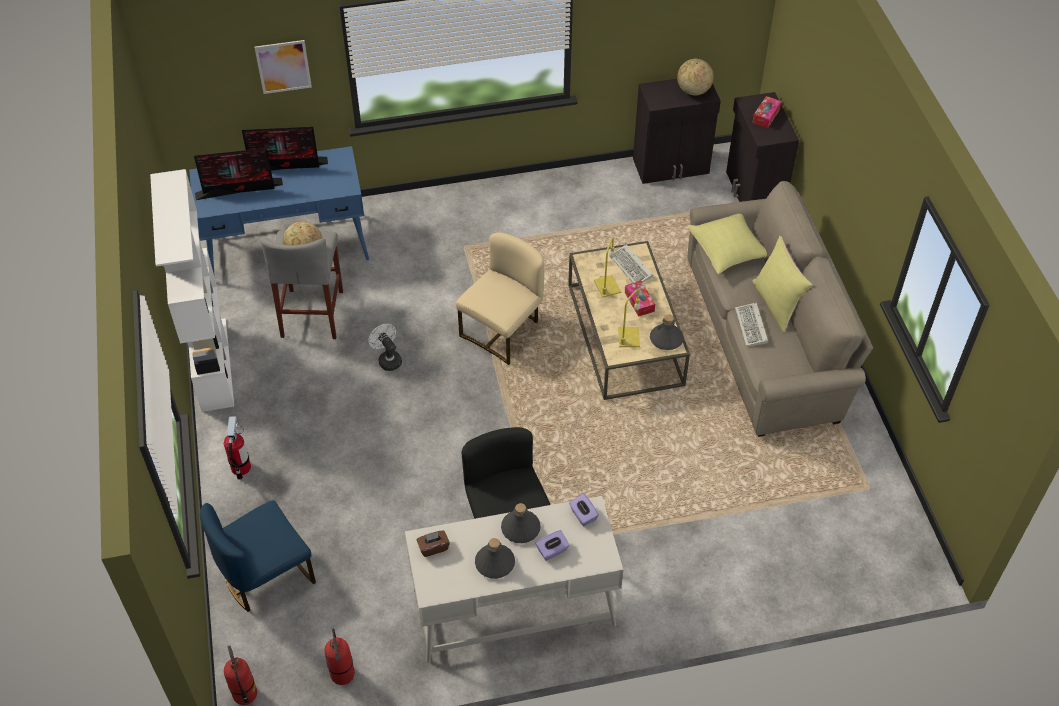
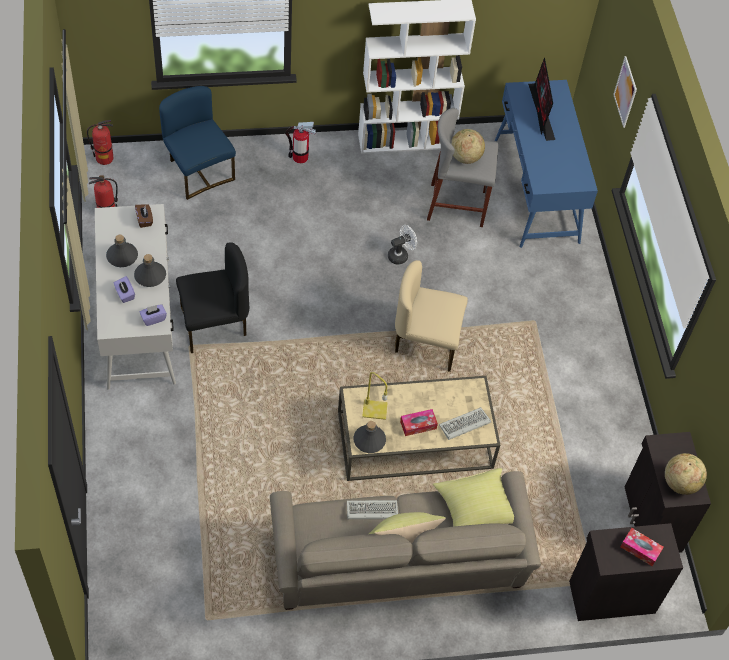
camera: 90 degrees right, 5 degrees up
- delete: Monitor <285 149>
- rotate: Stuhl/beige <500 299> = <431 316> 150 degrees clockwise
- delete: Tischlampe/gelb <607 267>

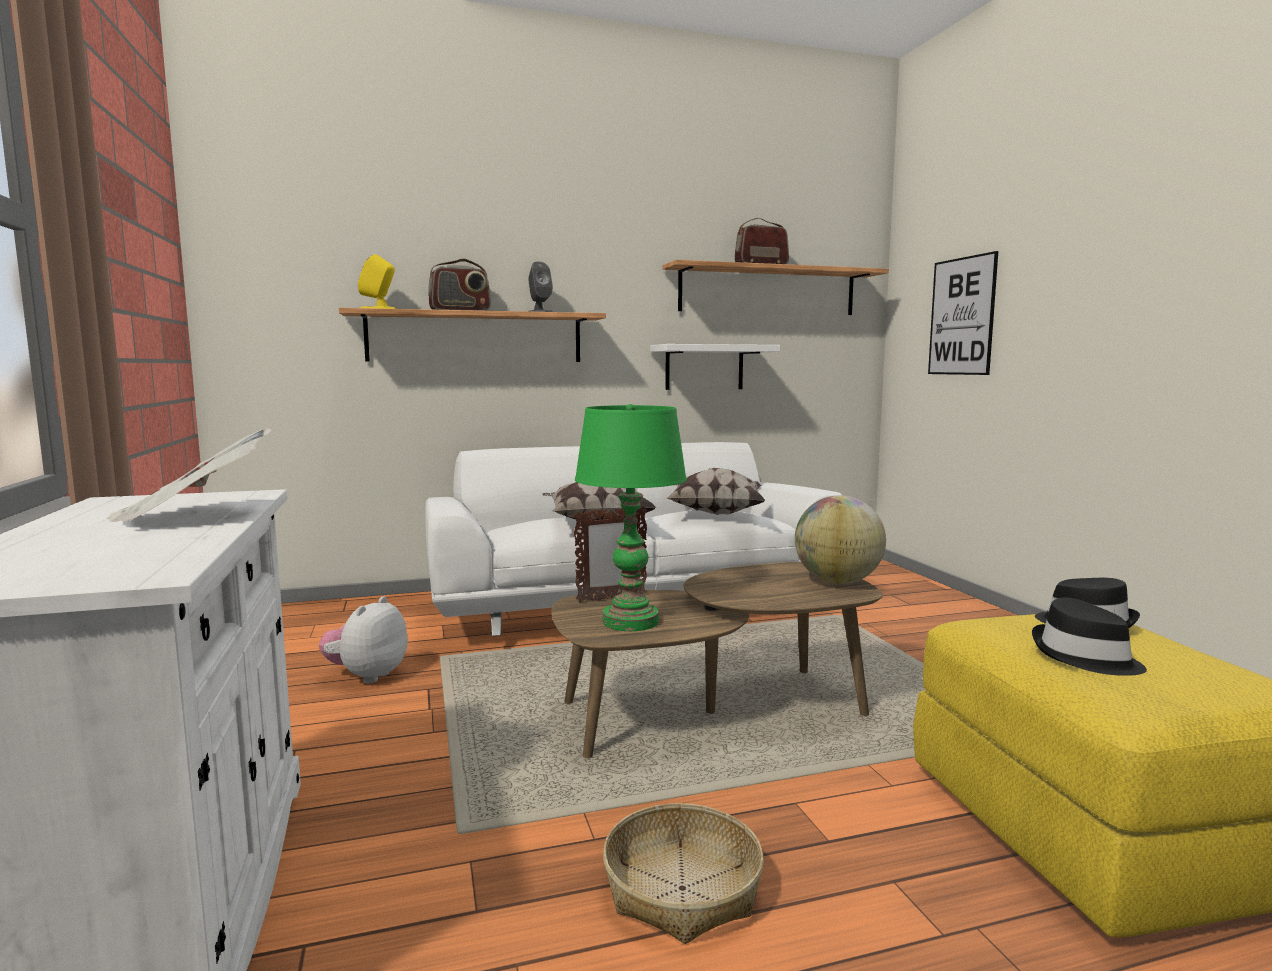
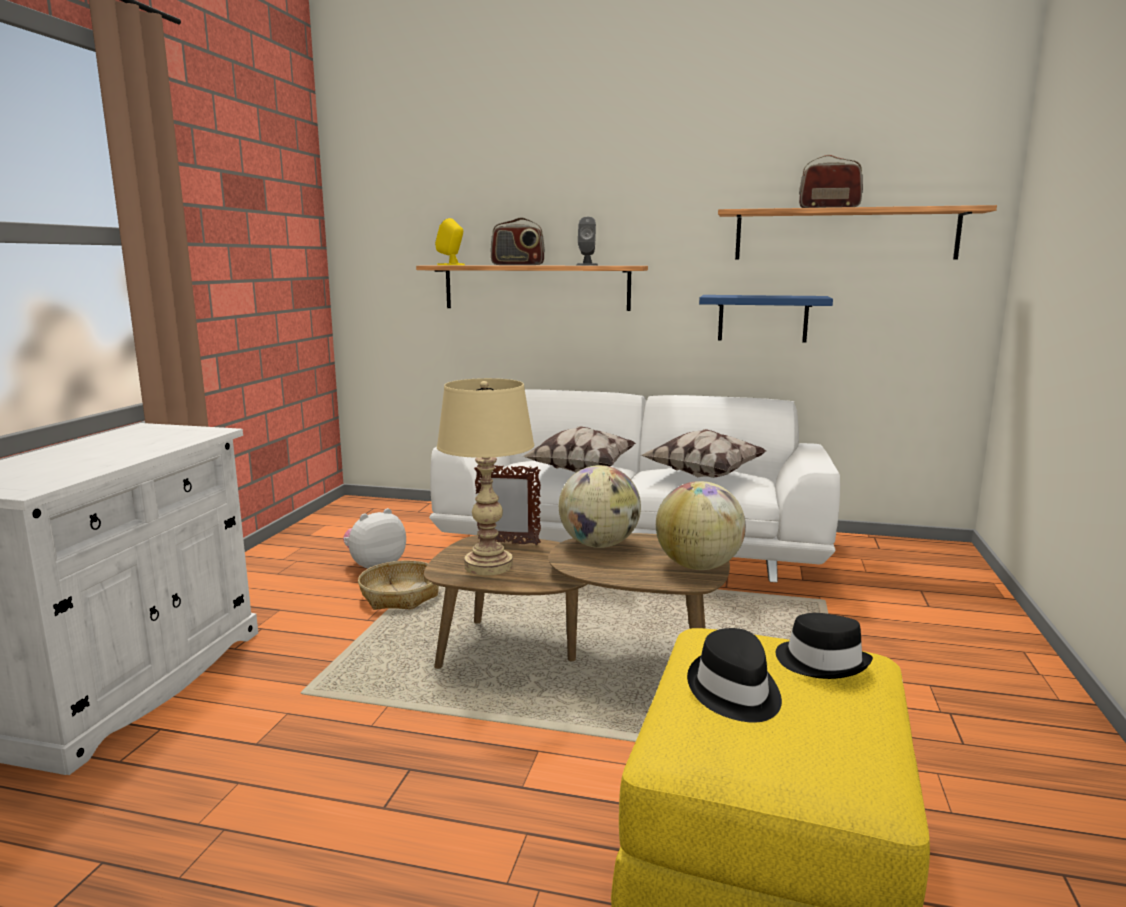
camera: 30 degrees right, 5 degrees up
- delete: Bild <963 313>
- recolor: Wandregal/weiß <715 367> to Wandregal/blau <766 319>
- recolor: Tischlampe/grün <631 517> to Tischlampe/beige <485 477>
- delete: Zeitung <189 475>
- move: Korb <683 873> to <398 585>
- insert: Globus <600 506>

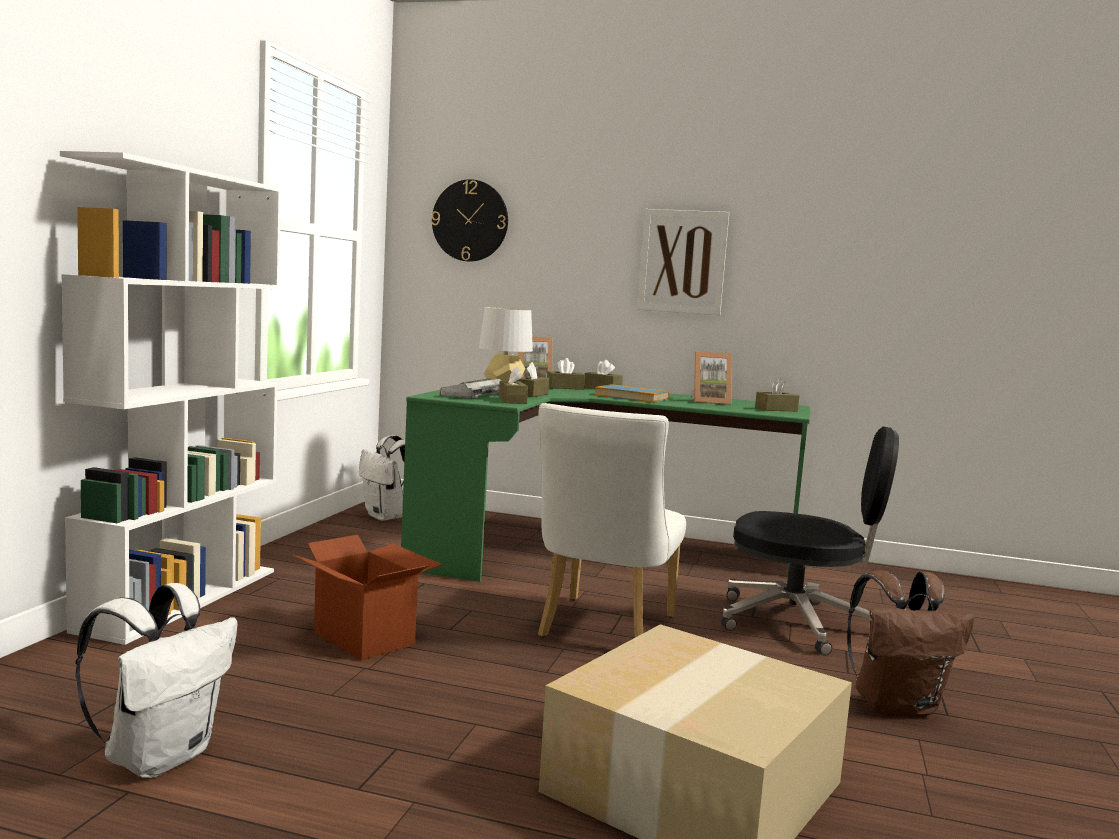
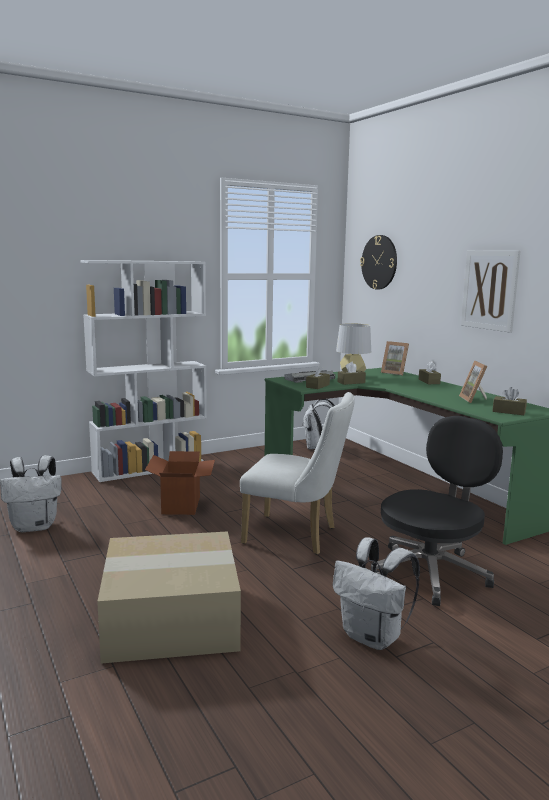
camera: 45 degrees right, 5 degrees up
- rotate: Bilderrahmen <711 378> = <473 381> 45 degrees clockwise
- delete: Taschentuchbox/braun <566 374>
- delete: Buch <631 393>
- rotate: Stuhl/weiß <612 520> = <297 473> 135 degrees counterclockwise
- rotate: Bürostuhl/schwarz <810 541> = <437 511> 105 degrees counterclockwise
- recolor: Rucksack/braun <910 643> to Rucksack/weiß <376 593>

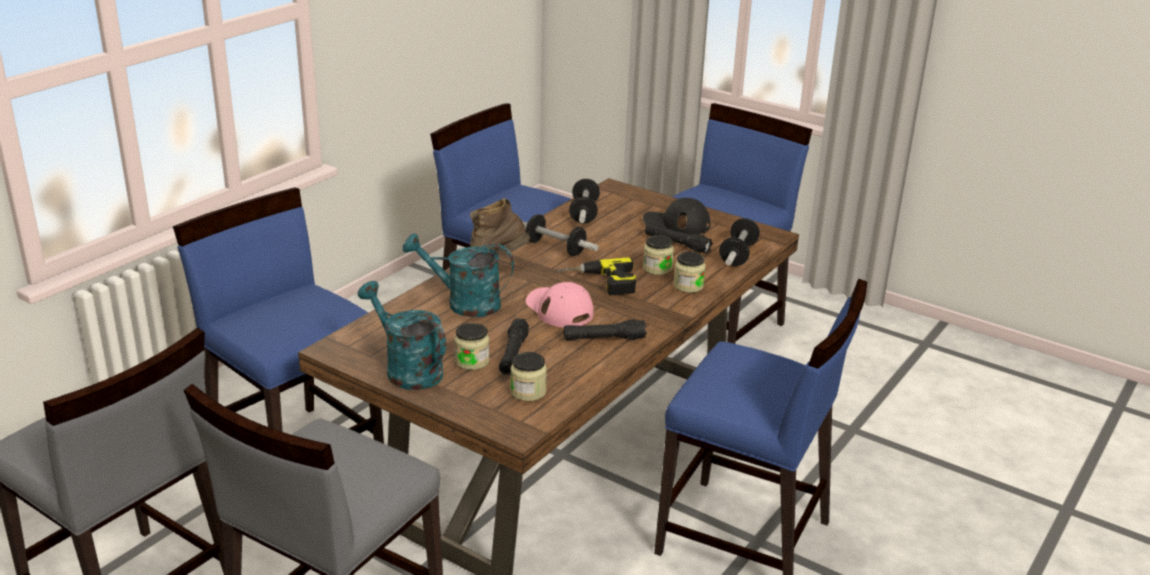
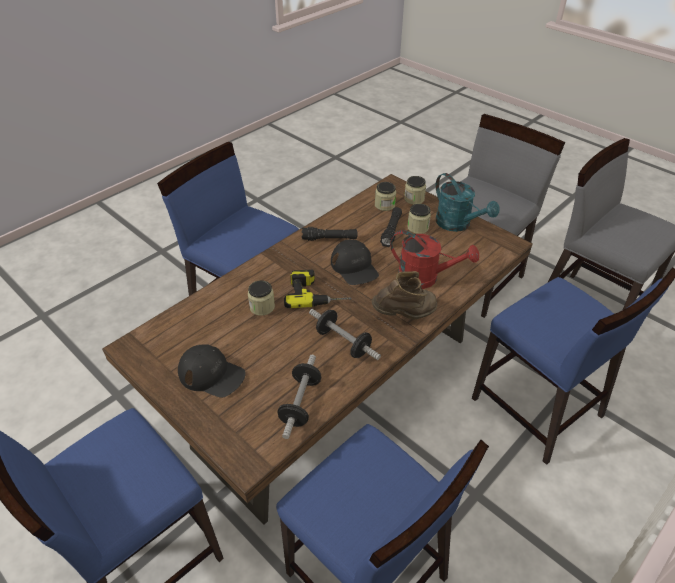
camera: 170 degrees left, 15 degrees up
- delete: Hantel <739 242>
- delete: Taschenlampe/schwarz <679 238>
- recolor: Gießkanne/türkis <458 275> to Gießkanne/rot <434 259>
- move: Vorratsglas <690 272> to <415 190>
- recolor: Kappe/rosa <560 305> to Kappe/schwarz <355 262>

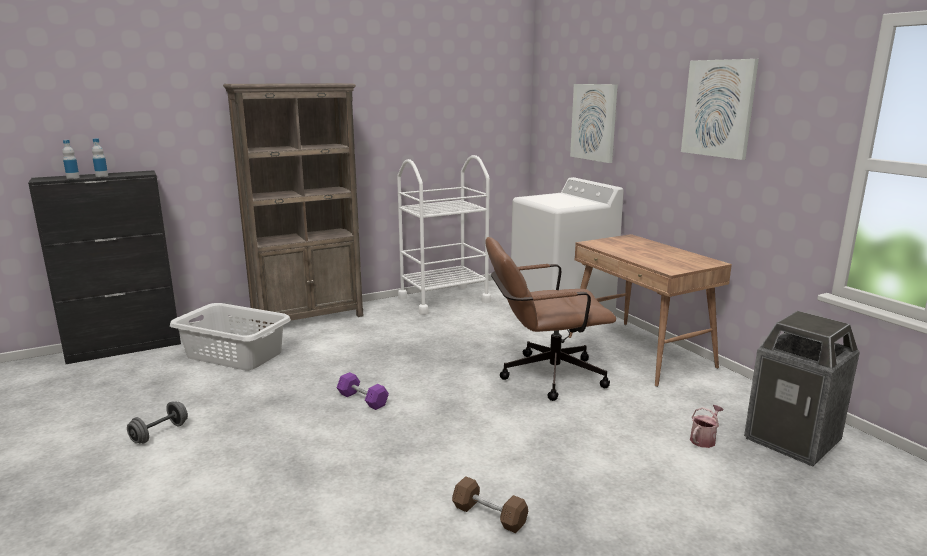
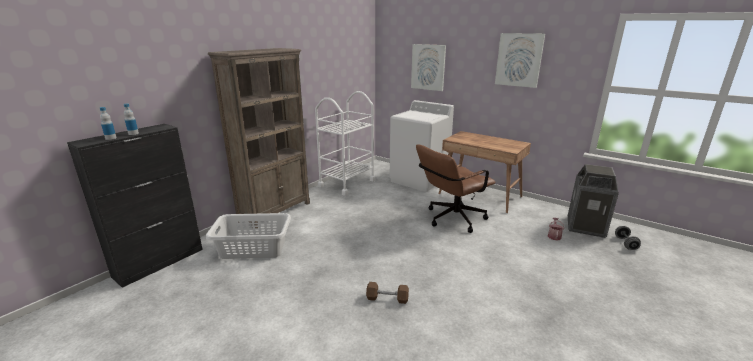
camera: 25 degrees left, 5 degrees up
- delete: Hantel/lila <363 391>
- move: Hantel/grau <157 422> to <628 238>
- move: Hantel/braun <490 504> to <387 293>

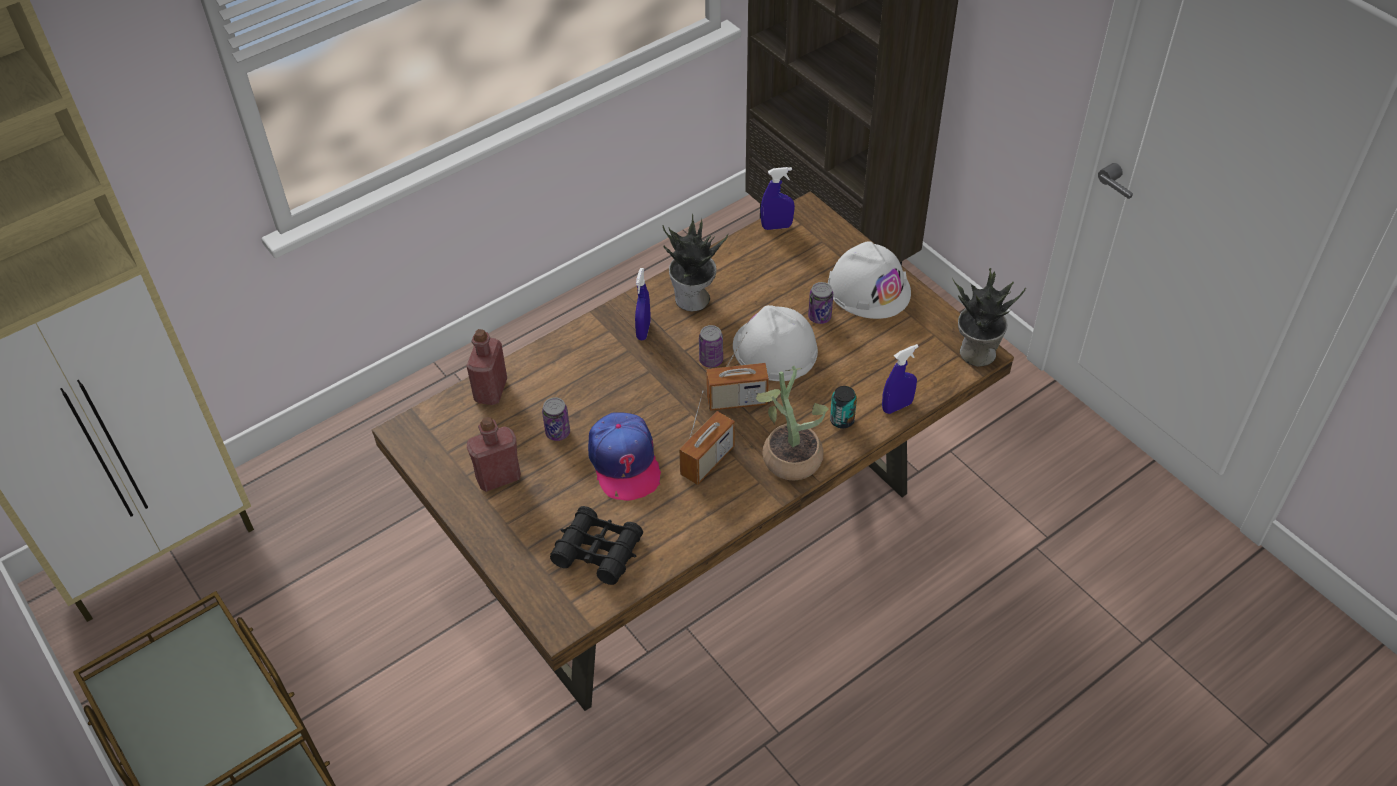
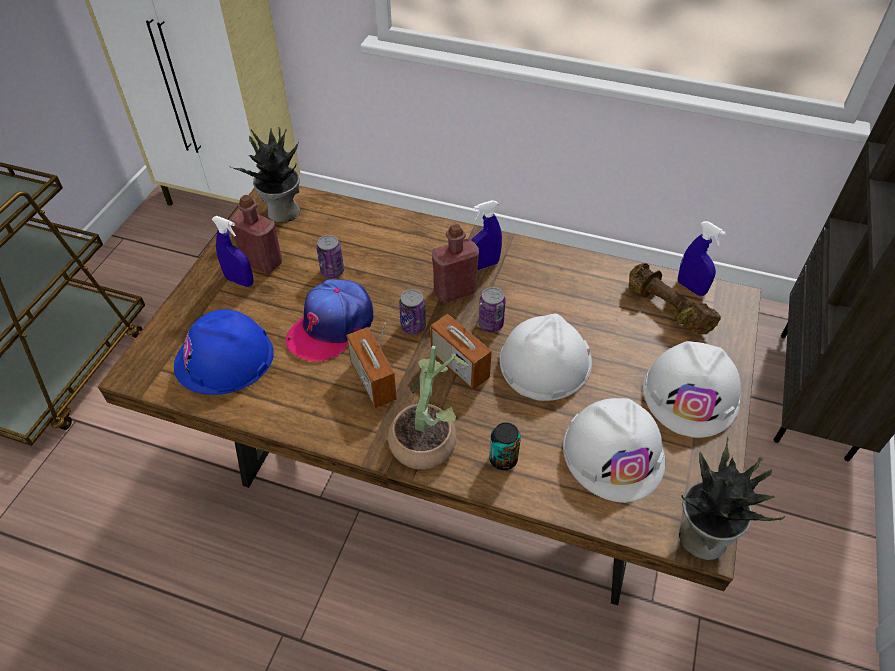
camera: 55 degrees right, 0 degrees up
- move: Topfpflanze <695 263> to <265 174>
- move: Dose <820 303> to <412 311>
- move: Flasche/rot <487 367> to <455 263>
- move: Sprühflasche/blau <900 379> to <232 251>
- rotate: Radio <707 438> = <372 365> 60 degrees clockwise
- replace: Fernglas/schwarz <596 545> to Schutzhelm/blau <223 352>
- insert: Hantel/braun <675 298>
- insert: Schutzhelm/weiß <614 450>

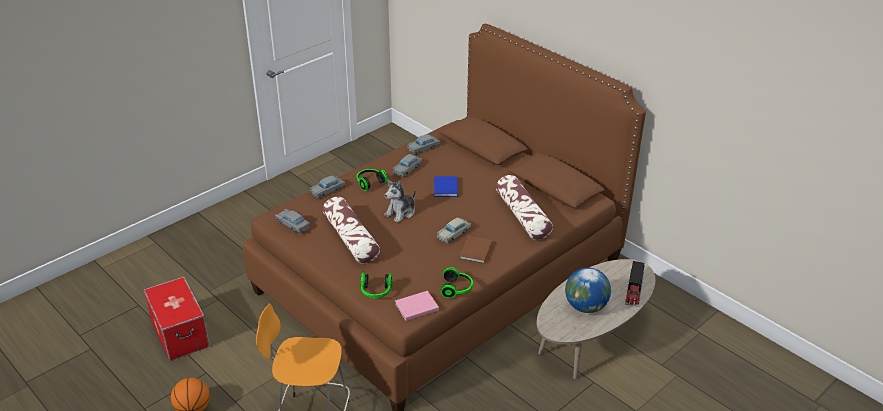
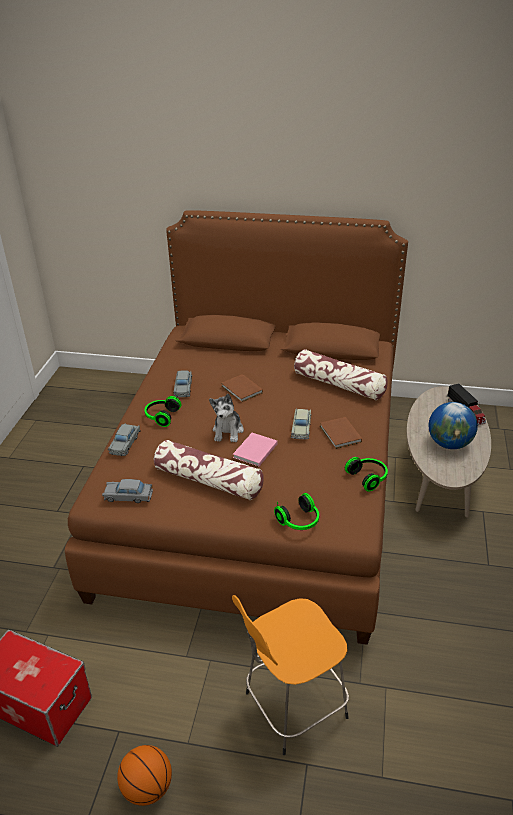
camera: 35 degrees left, 0 degrees up
- delete: Spielzeugauto/grau <423 144>
- recolor: Buch/blau <446 186> to Buch/braun <242 388>
- move: Buch/rosa <417 306> to <255 450>

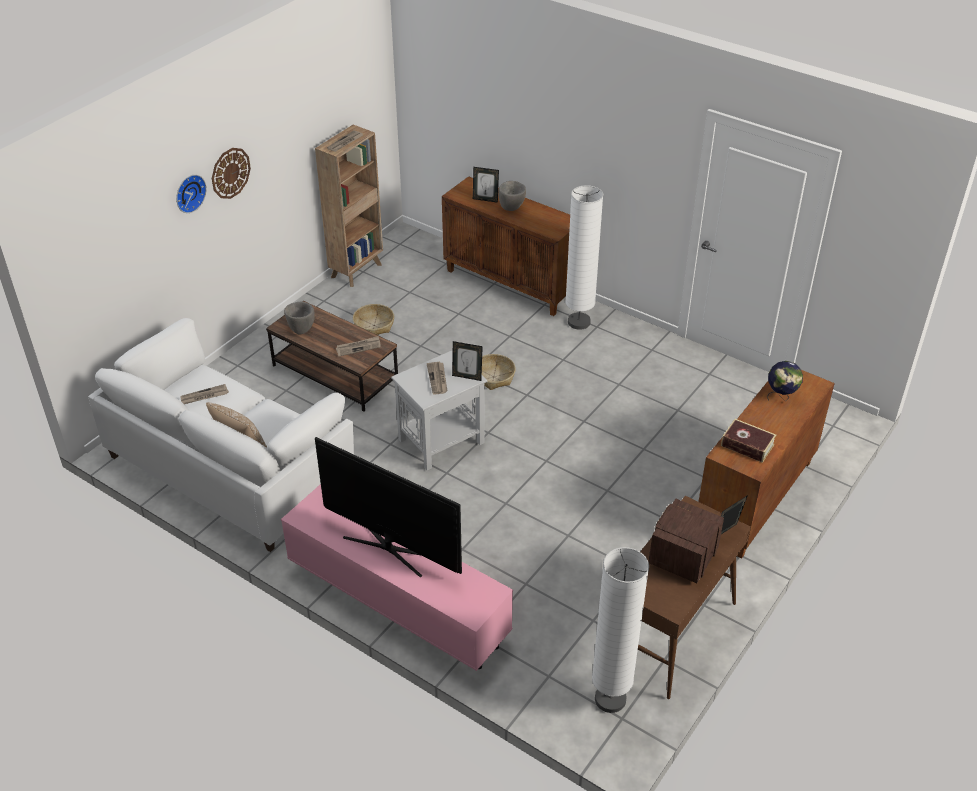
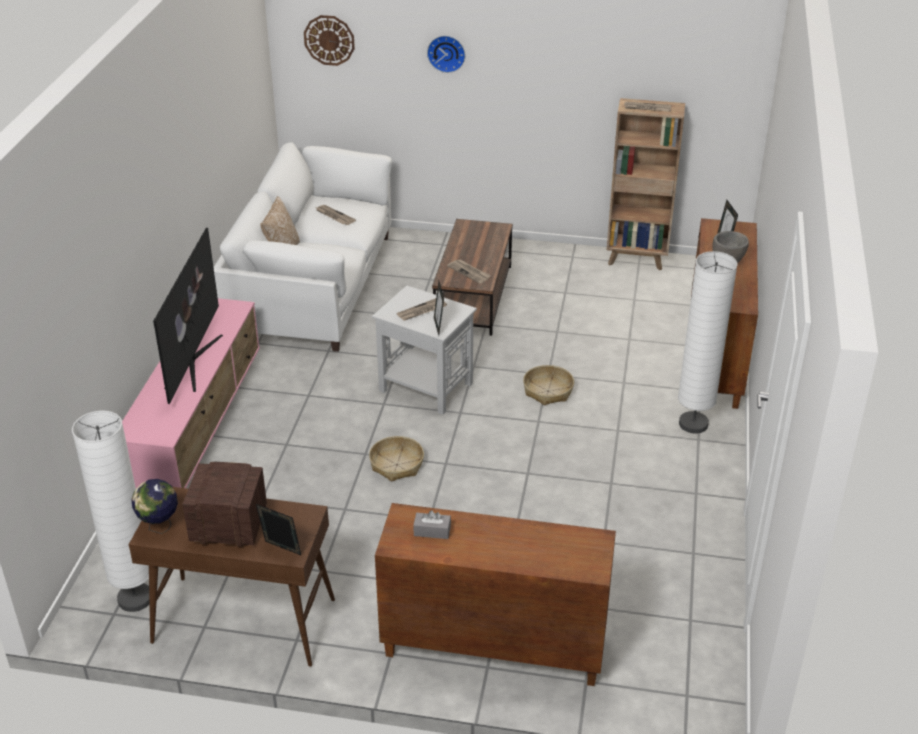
camera: 65 degrees right, 5 degrees down
- move: Wanduhr <231 173> to <329 40>
- delete: Schüssel/grau <299 318>
- move: Korb <373 319> to <396 459>
- move: Globus <785 381> to <154 506>
- replace: Buch <748 441> to Taschentuchbox/grau <432 524>

